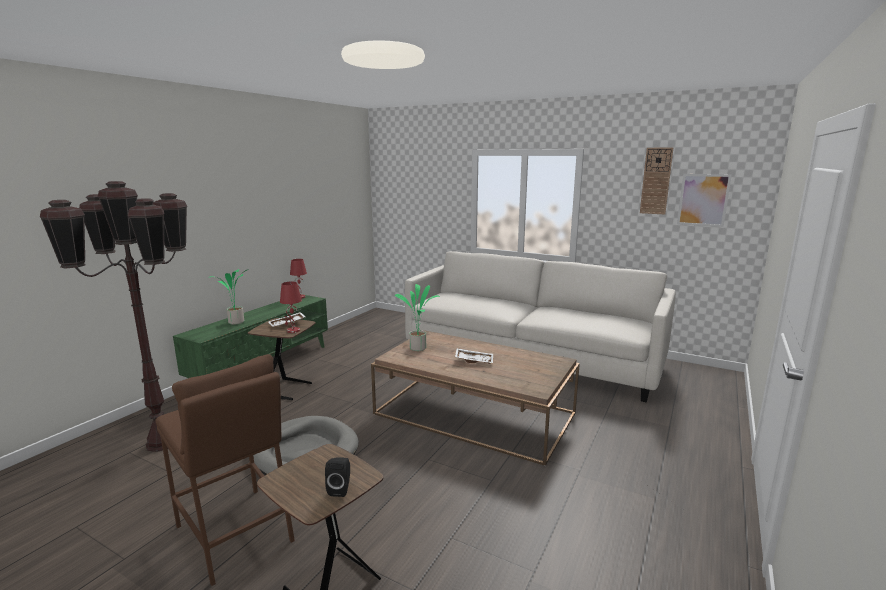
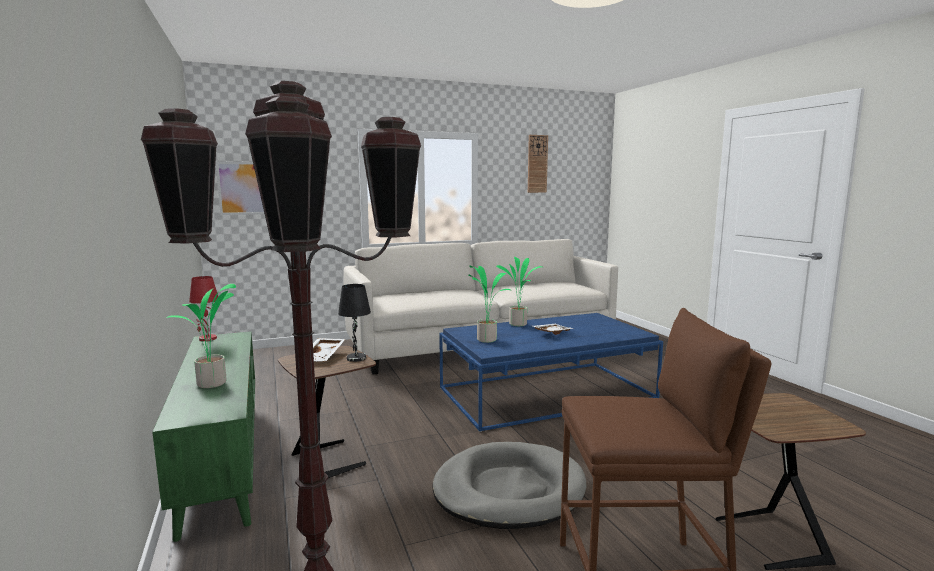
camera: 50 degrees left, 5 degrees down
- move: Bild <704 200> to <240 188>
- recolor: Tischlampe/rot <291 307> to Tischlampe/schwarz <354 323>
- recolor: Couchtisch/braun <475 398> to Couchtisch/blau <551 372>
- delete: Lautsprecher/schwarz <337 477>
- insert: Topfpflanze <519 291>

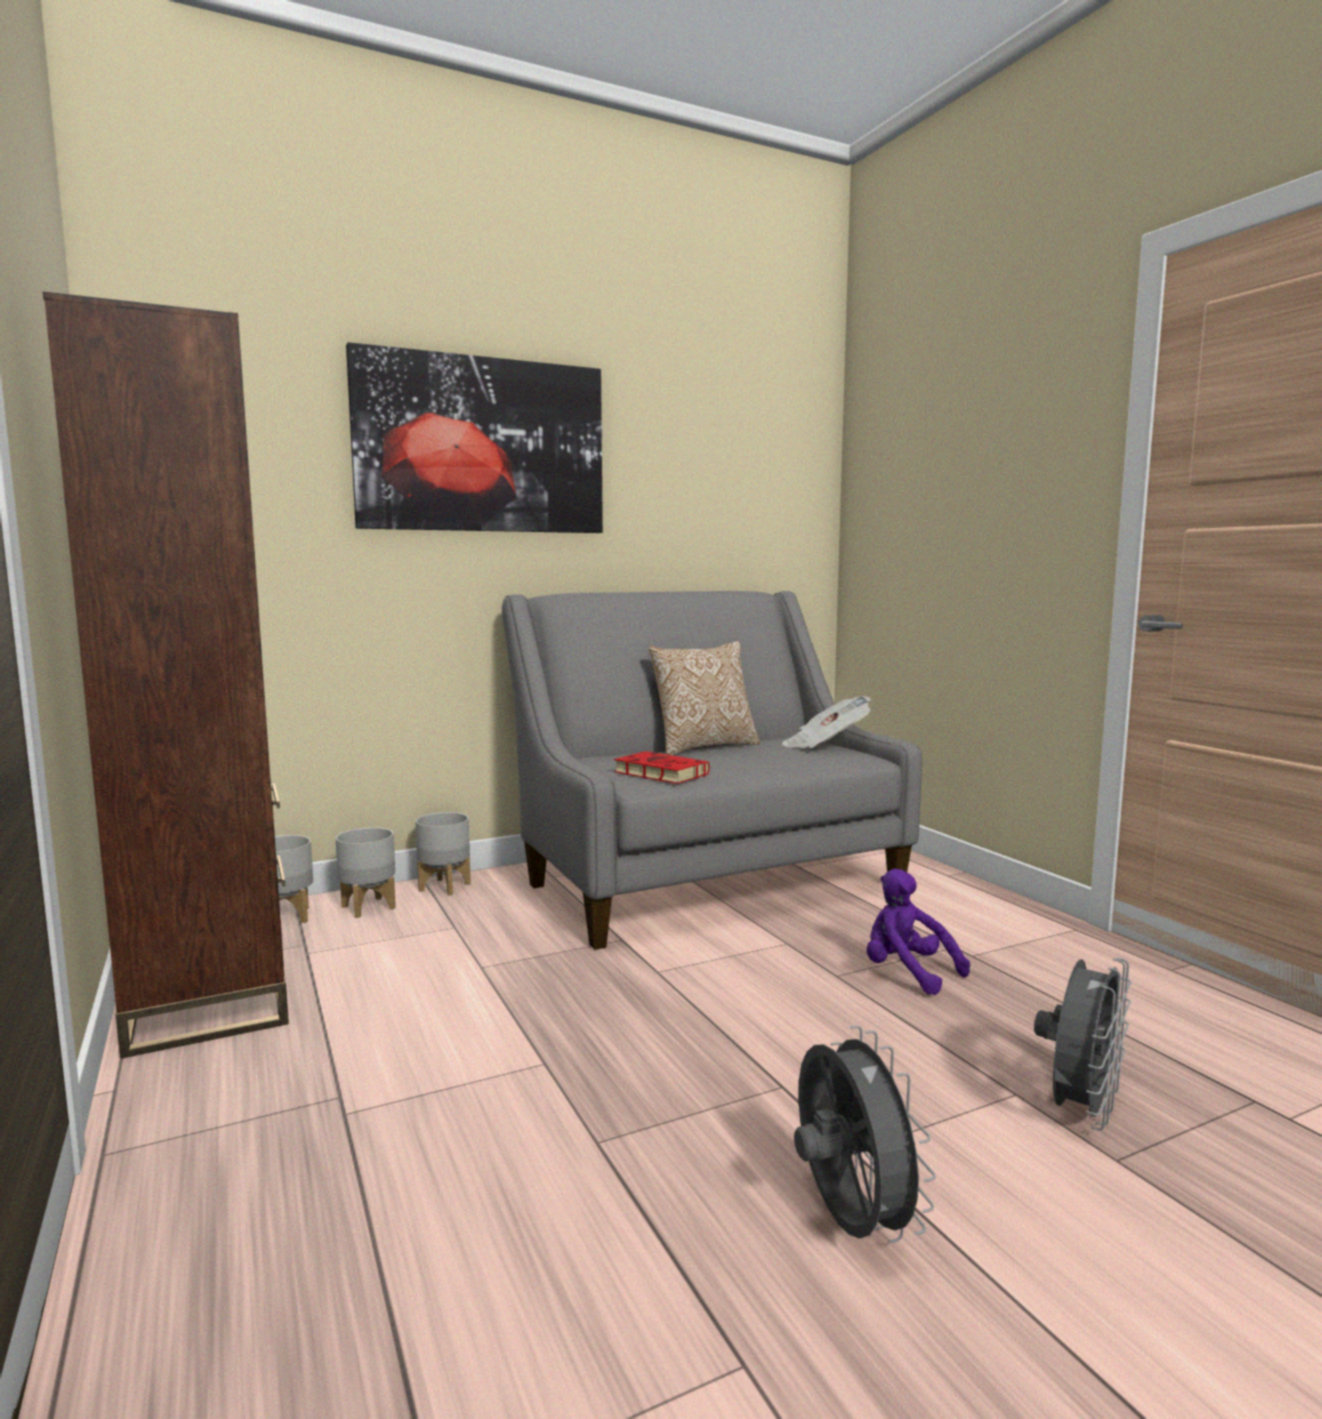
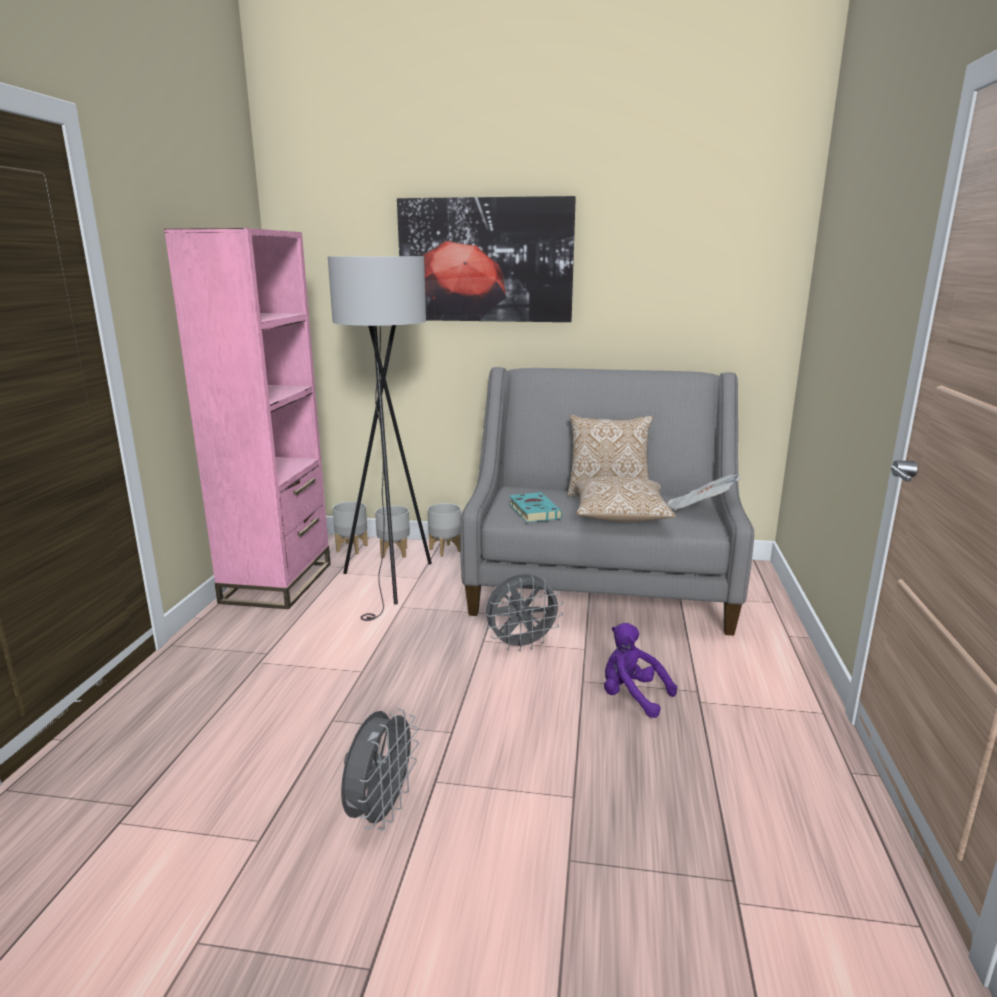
camera: 35 degrees right, 10 degrees up
- recolor: Bücherregal/braun <166 675> to Bücherregal/rosa <247 418>
- recolor: Buch/rot <662 767> to Buch/türkis <535 507>
- rotate: Plüschtier/lila <918 932> = <640 670> 45 degrees counterclockwise
- move: Ventilator/grau <1083 1044> to <525 613>
- insert: Stehlampe/grau <380 438>
- insert: Kissen <625 499>

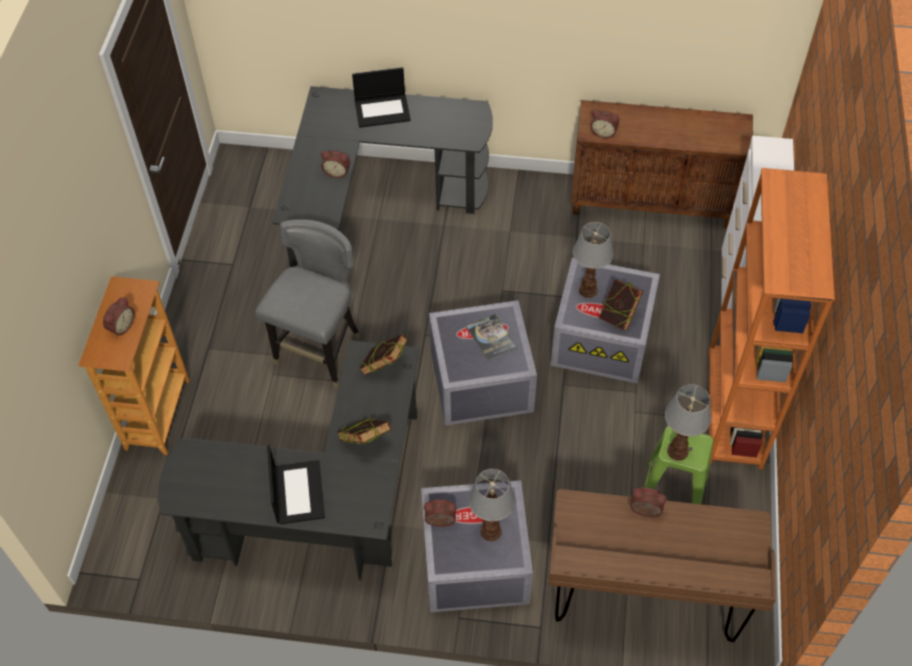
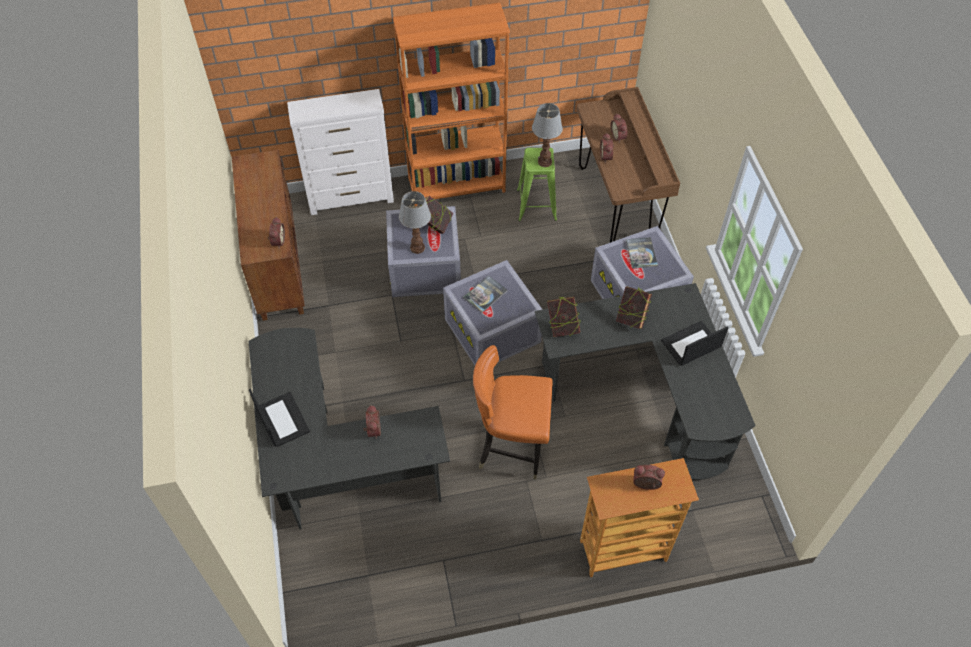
camera: 110 degrees left, 0 degrees up
- recolor: Stuhl/grau <308 304> to Stuhl/orange <513 412>
- replace: Tischlampe <491 505> to Buch <642 253>
- move: Wecker <440 513> to <619 128>

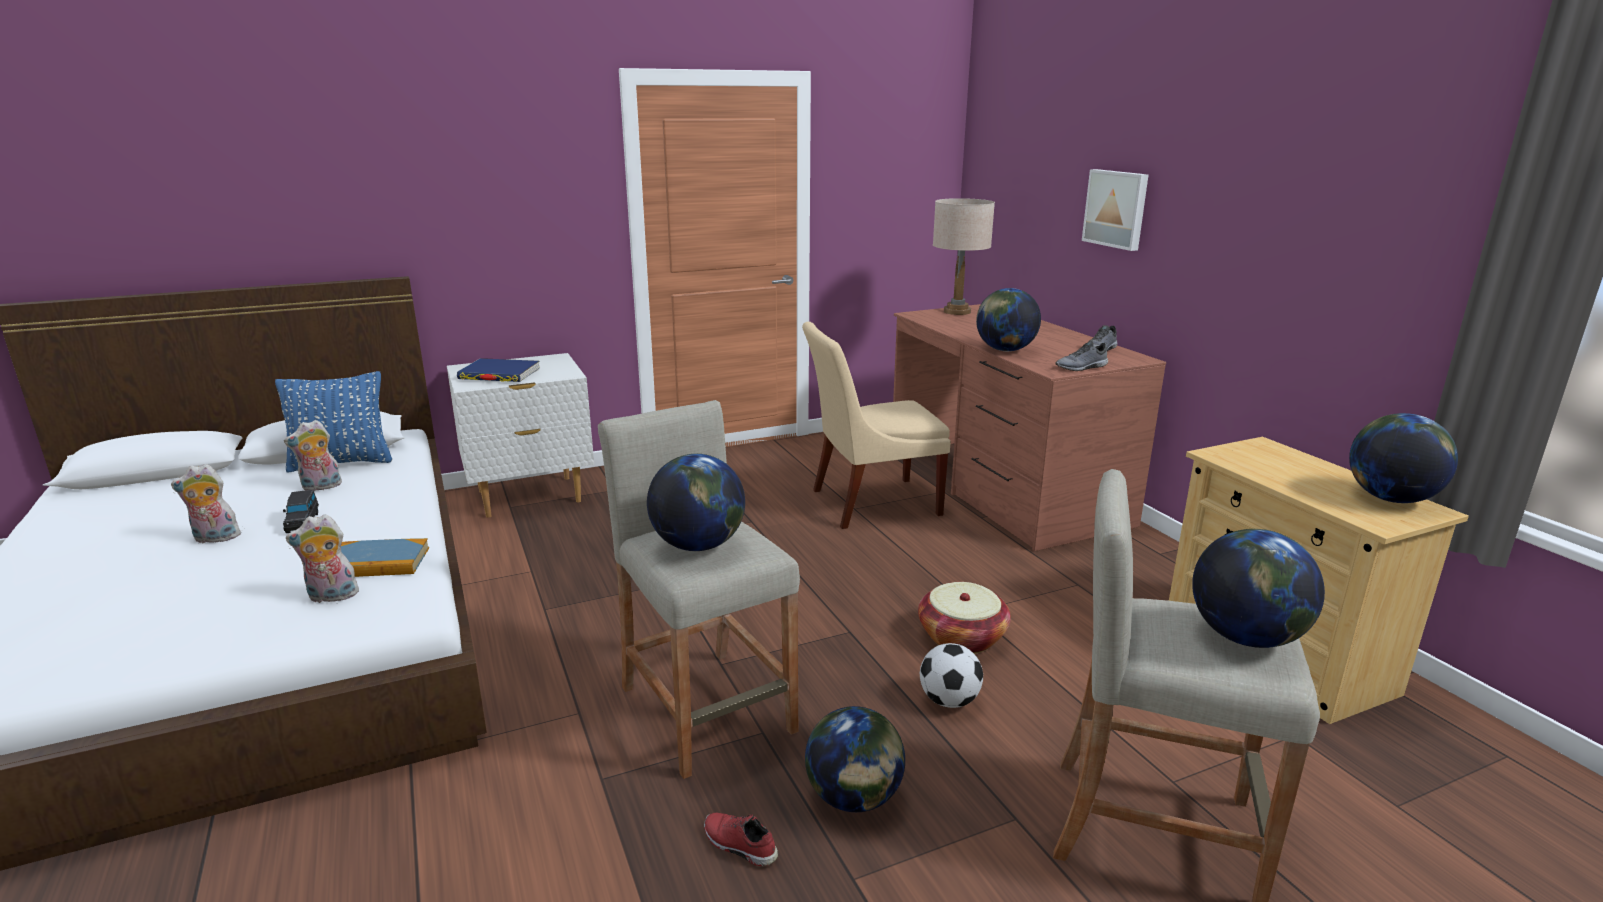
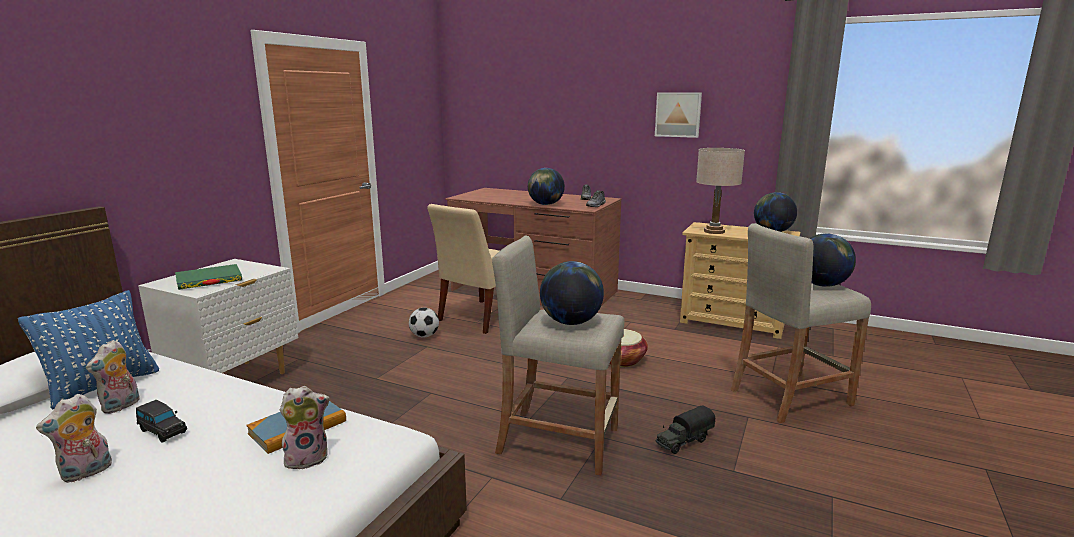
camera: 40 degrees left, 5 degrees down
- move: Bild <1115 210> to <678 115>
- move: Tischlampe/beige <964 256> to <720 191>
- recolor: Buch/blau <498 370> to Buch/grün <208 277>
- rotate: Plüschtier <324 558> = <305 427> 150 degrees counterclockwise
- move: Fußball <951 675> to <424 323>
- replace: Globus <855 759> to Spielzeuglaster <685 430>
- delete: Schuh/rot <741 839>

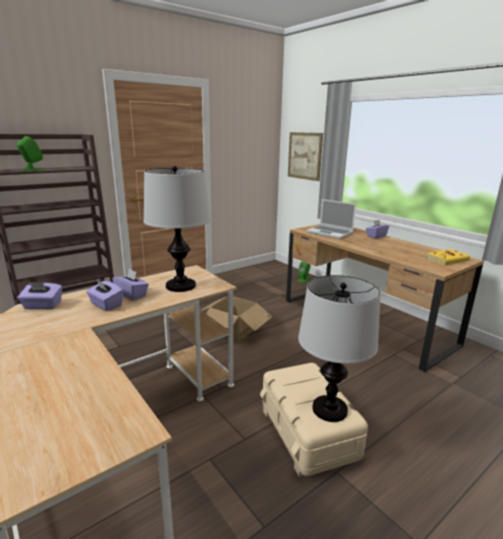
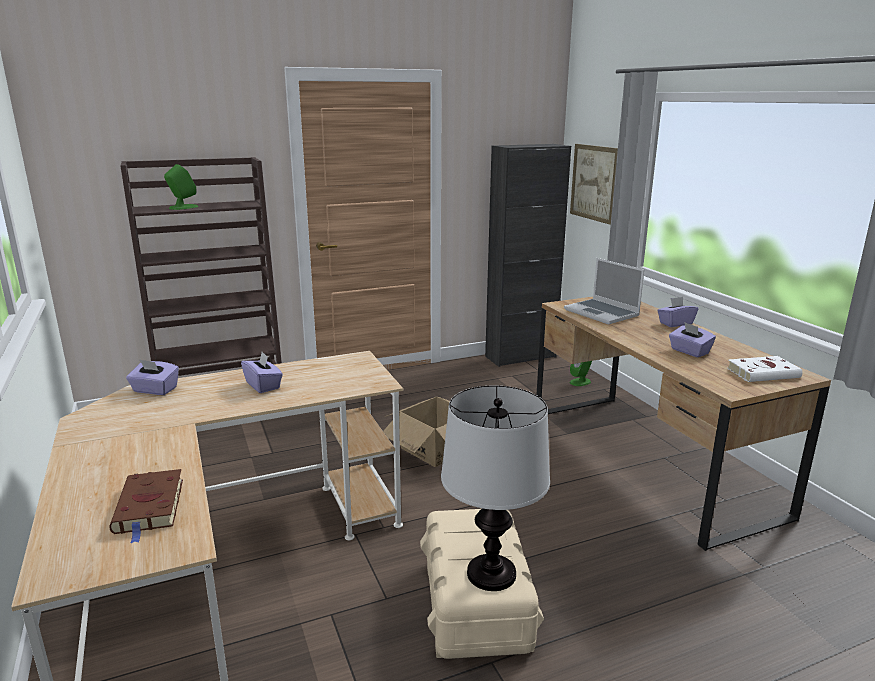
camera: 15 degrees right, 0 degrees up
- delete: Tischlampe <177 229>
- recolor: Buch/gelb <448 257> to Buch/weiß <764 369>
- move: Taschentuchbox/lila <104 295> to <692 339>
- insert: Schrank/schwarz <528 255>
- insert: Buch/braun <146 506>

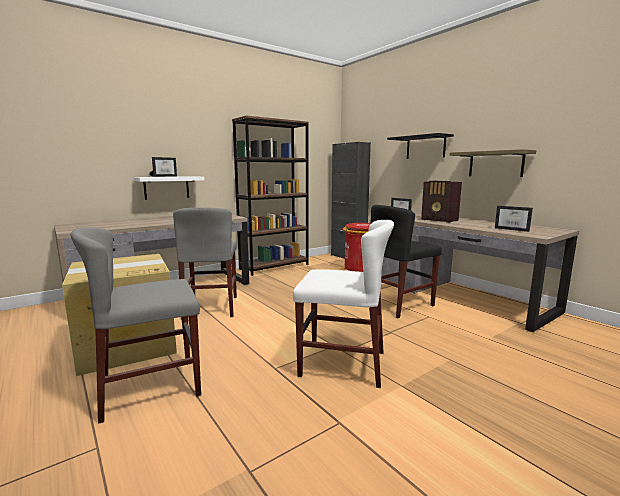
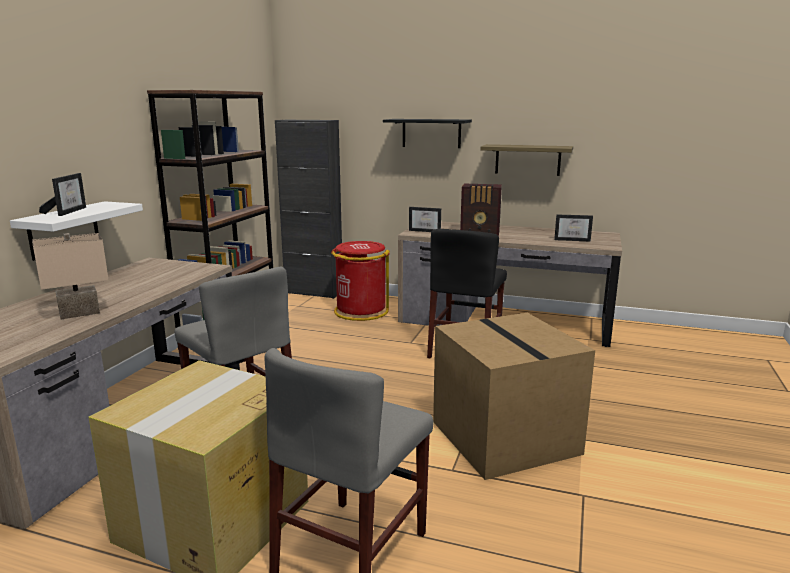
camera: 35 degrees left, 5 degrees up
- replace: Stuhl/weiß <343 304> to Karton <514 396>
- insert: Tischlampe/beige <70 276>

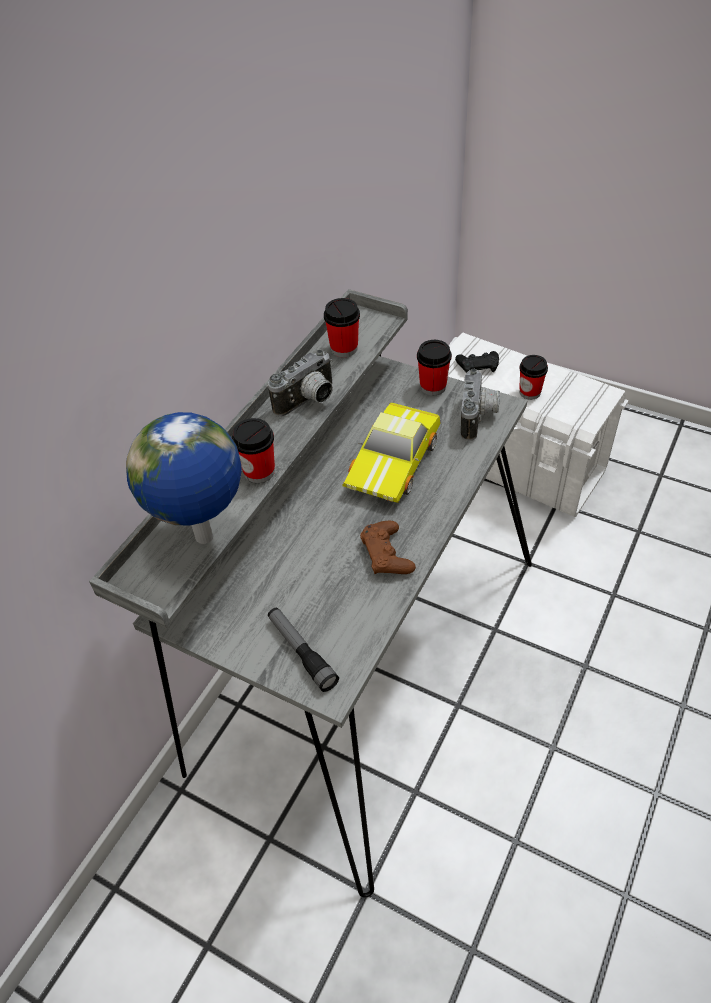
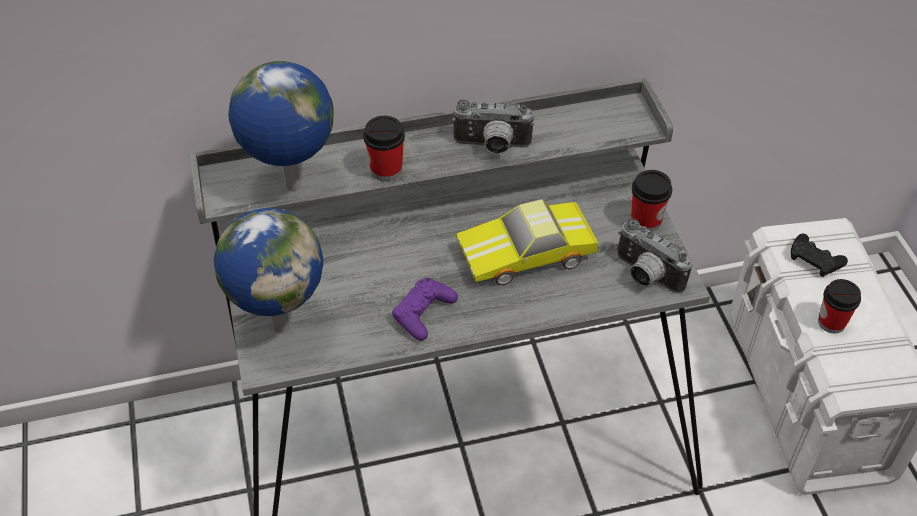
camera: 45 degrees right, 0 degrees up
- delete: Tasse <342 327>
- rotate: Kamera <480 404> = <655 255> 75 degrees clockwise
- recolor: Gamepad/braun <388 547> to Gamepad/lila <425 309>
- replace: Taschenlampe <303 650> to Globus <268 270>

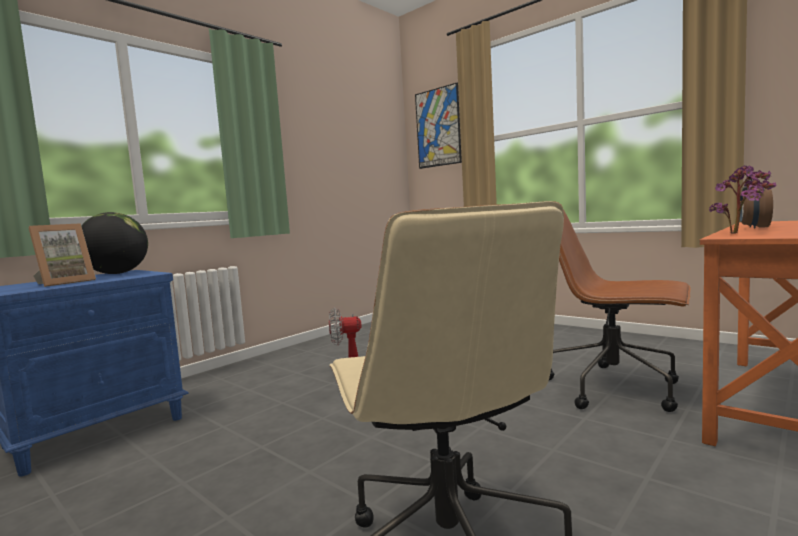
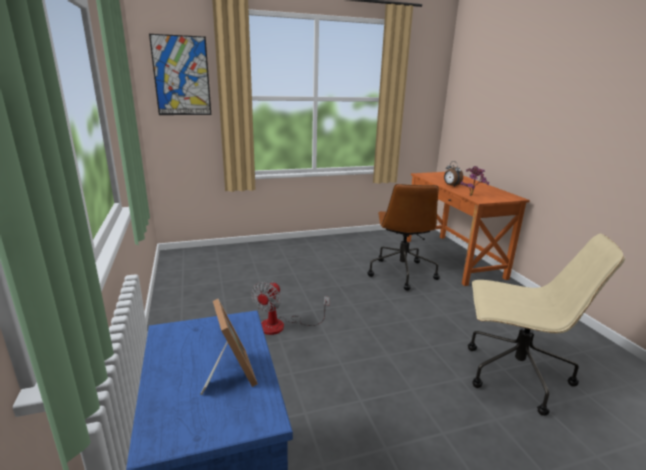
camera: 60 degrees left, 15 degrees up
- rotate: Bürostuhl/braun <620 311> = <403 237> 60 degrees counterclockwise
- delete: Globus <114 243>

